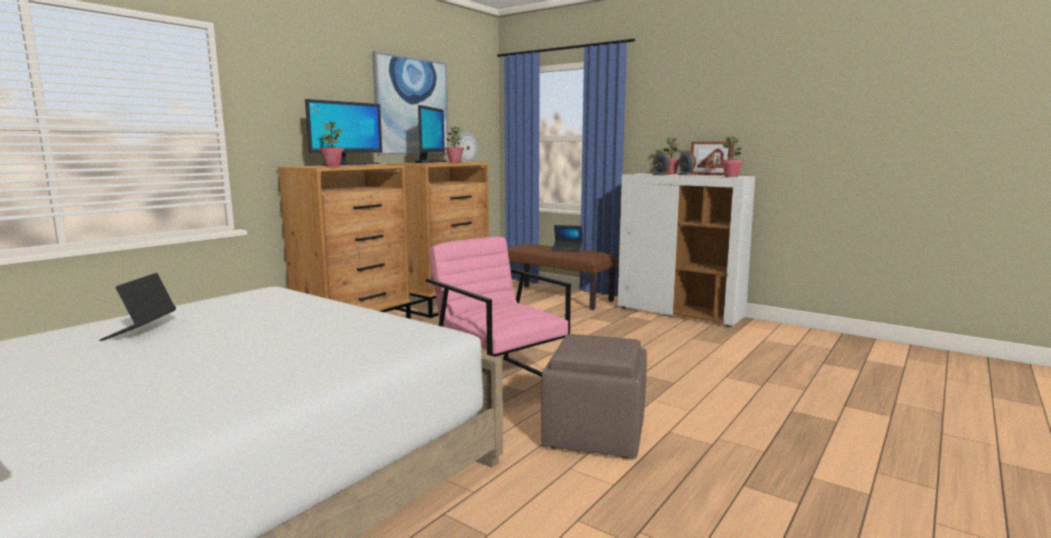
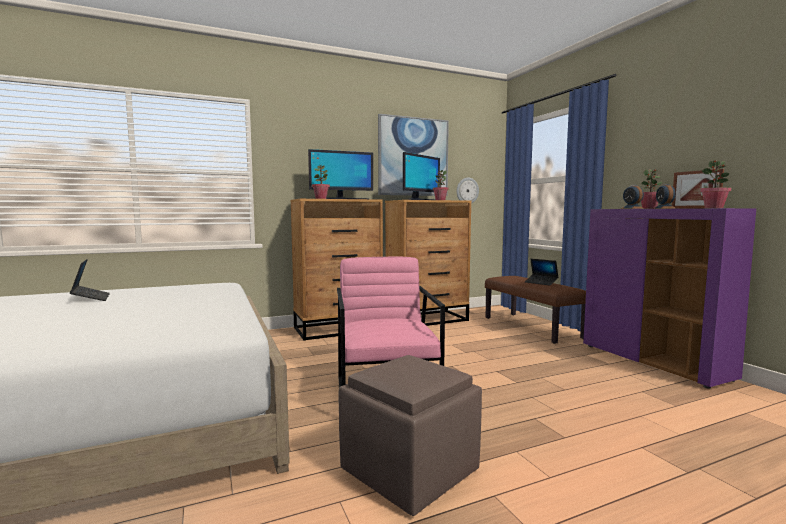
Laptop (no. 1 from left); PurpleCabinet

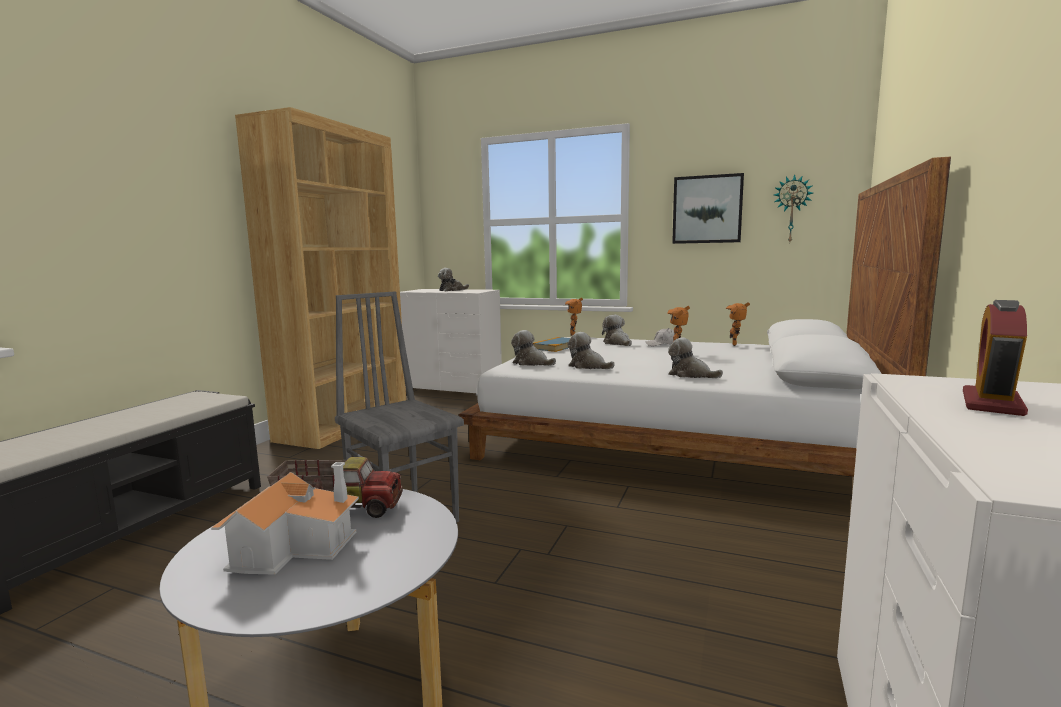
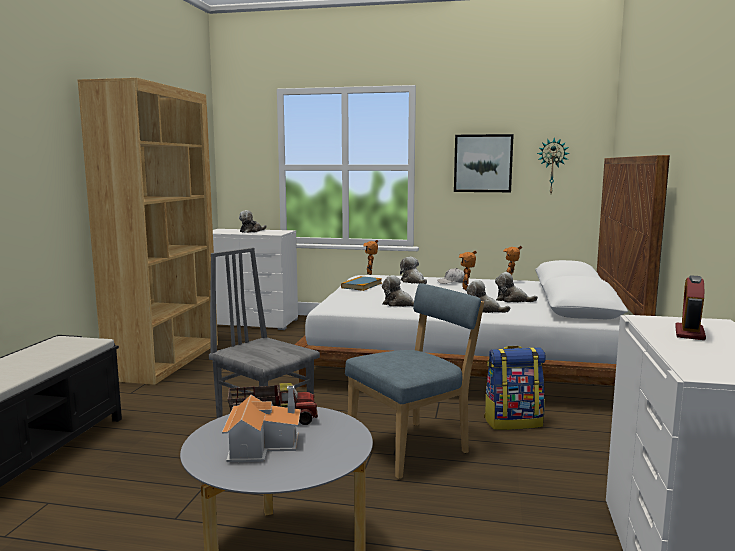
PlushToy (no. 5 from left); BlueChair; Backpack

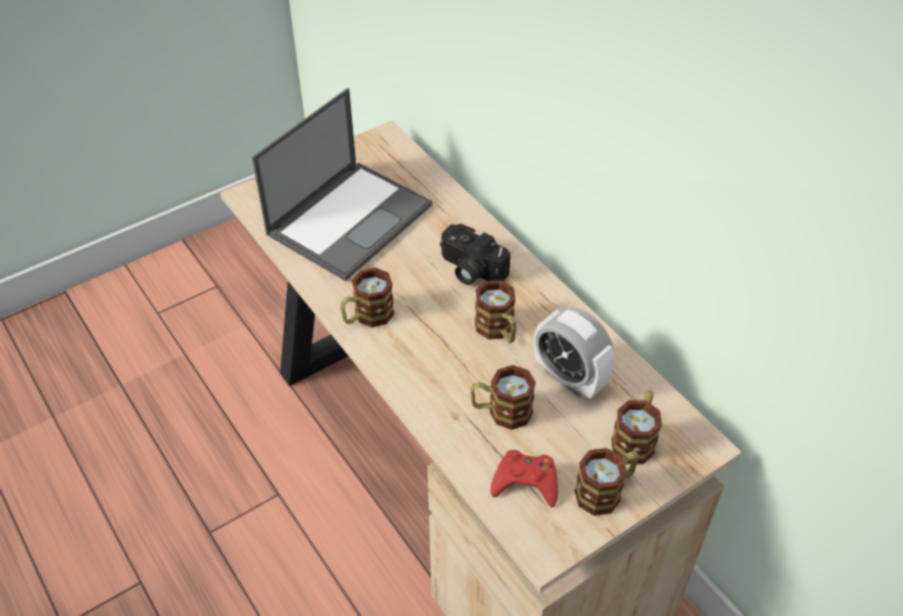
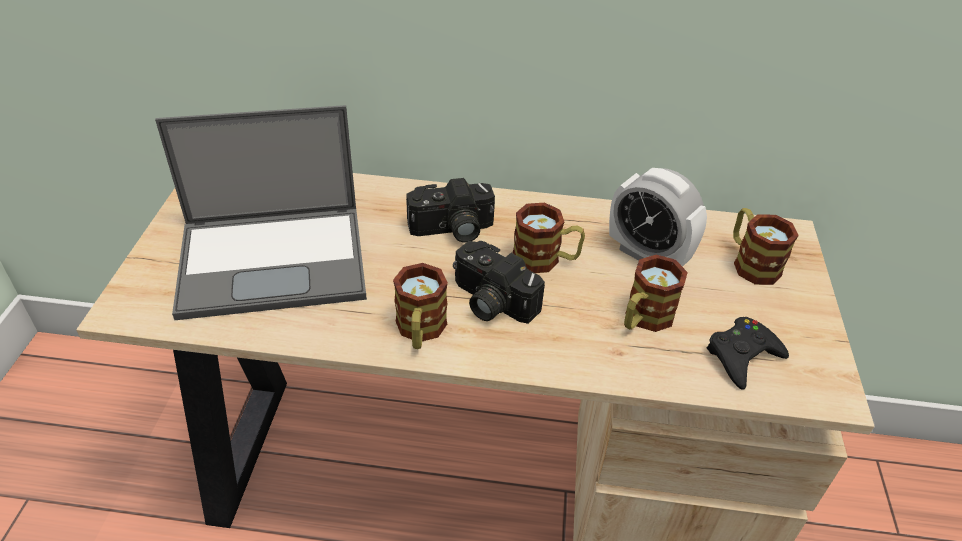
Laptop; BlackGameController; AlarmClock; Mug (no. 4 from left in the first image); PhotoCamera (no. 2 from left)

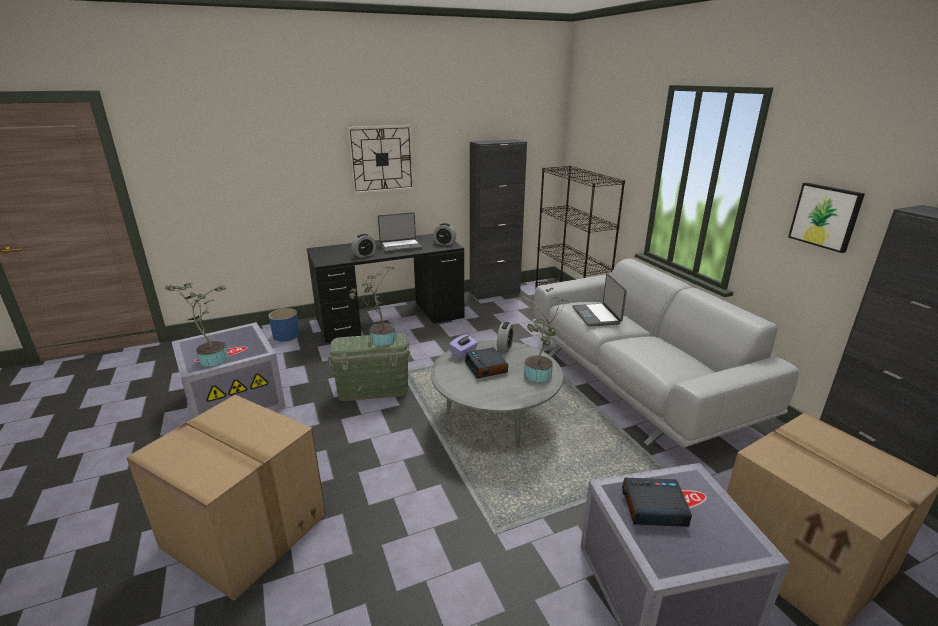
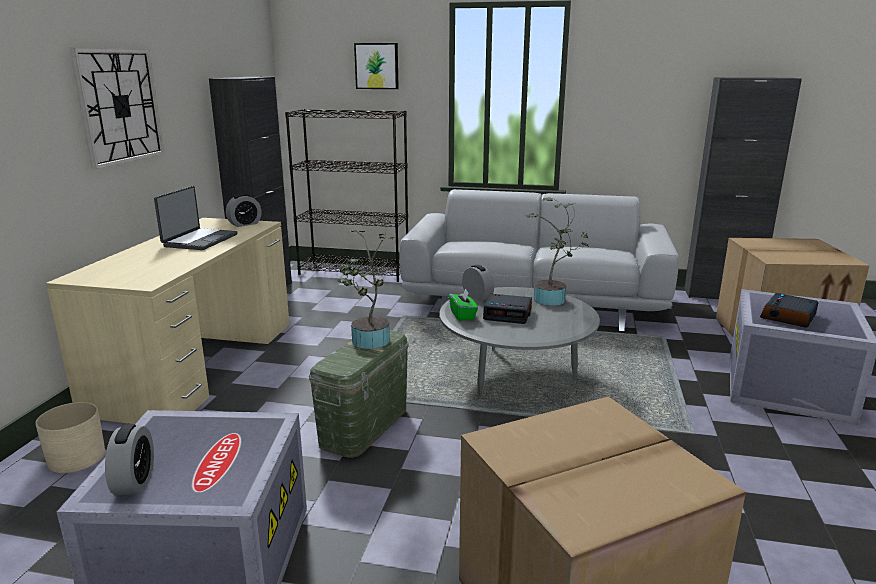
PottedPlant (no. 1 from left in the first image); BeigePlanter; BeigeDesk; AlarmClock (no. 1 from left); GreenTissueBox; Laptop (no. 2 from left in the first image); Picture

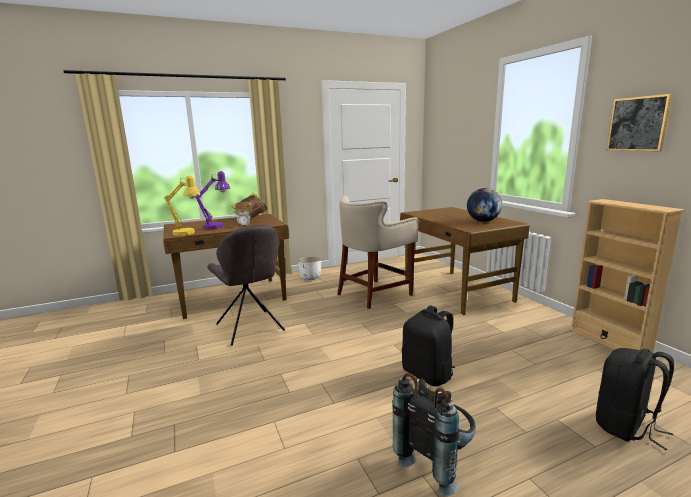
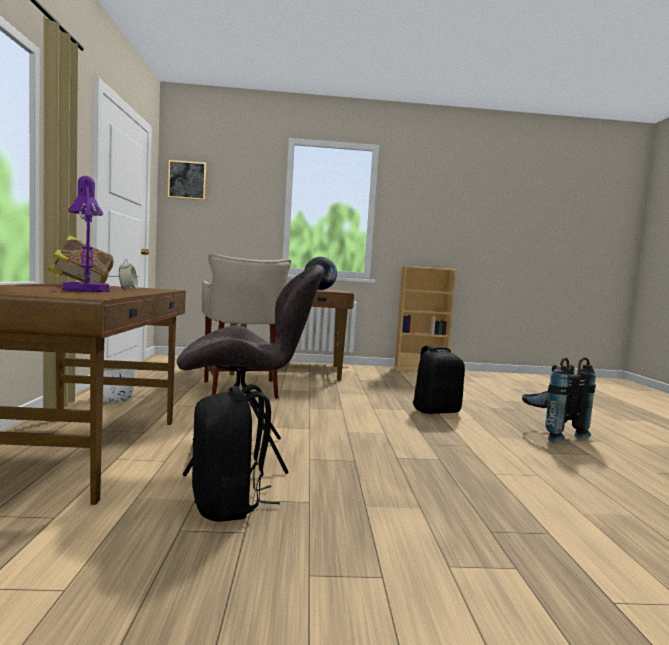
YellowTableLamp; BlackBackpack (no. 1 from left); Picture

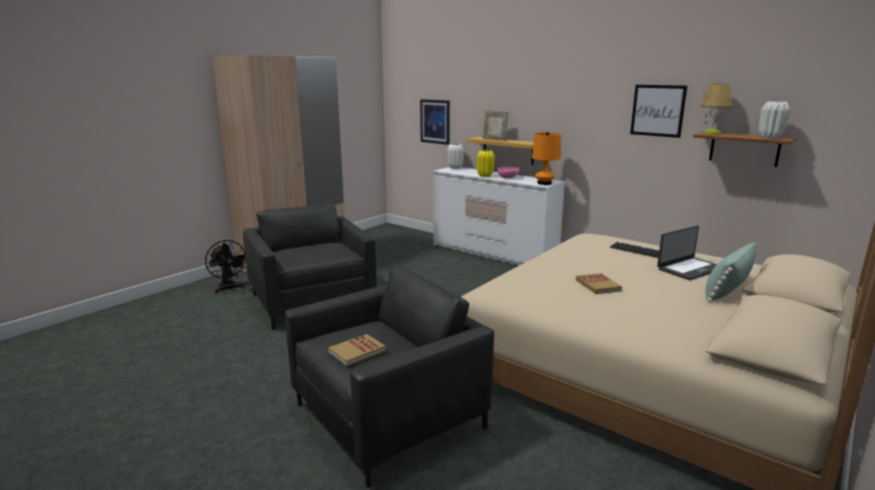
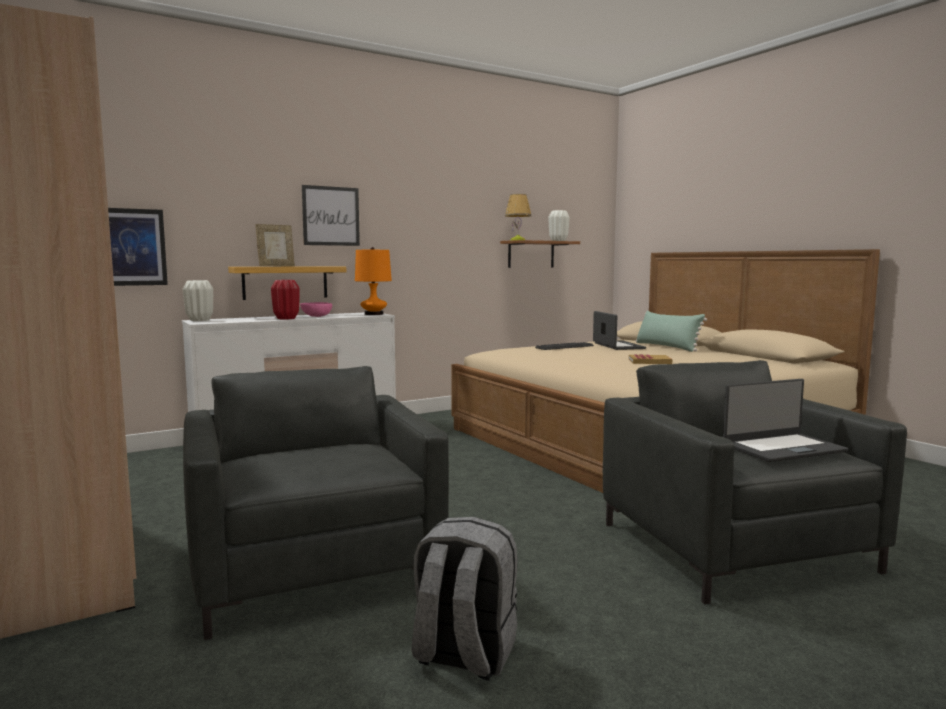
BlackFan; GreyArmchair (no. 1 from left); Laptop (no. 2 from left); RedVase; Picture (no. 2 from left); GreyBackpack

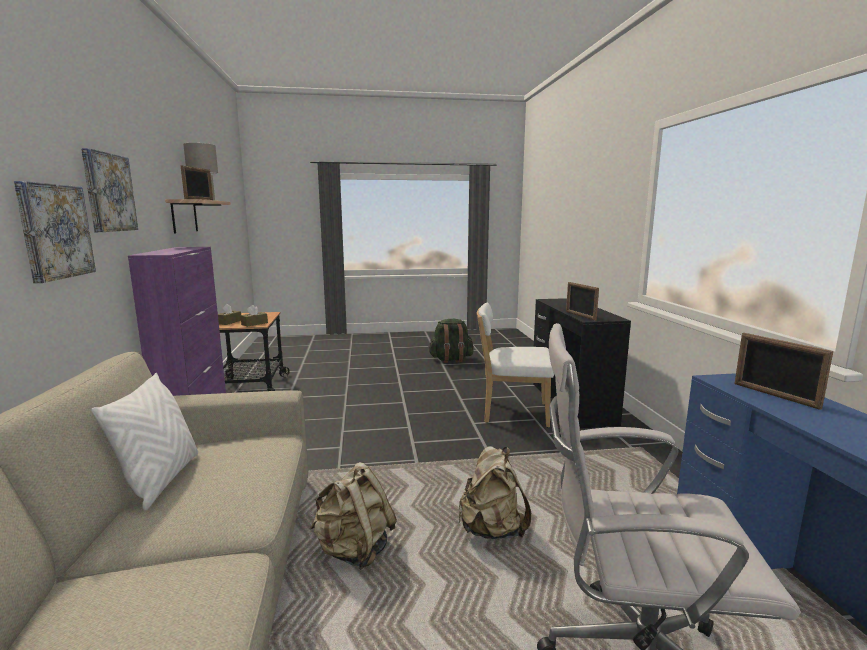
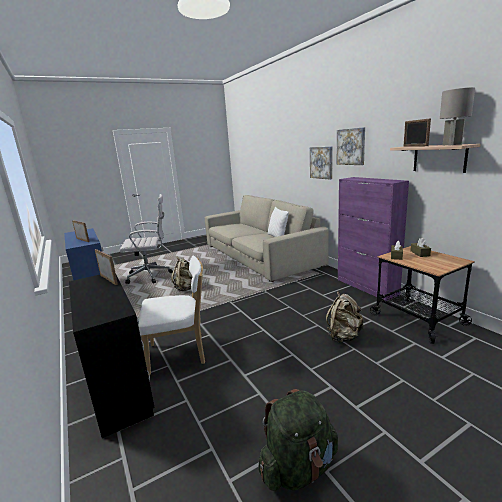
BeigeBackpack (no. 2 from left)

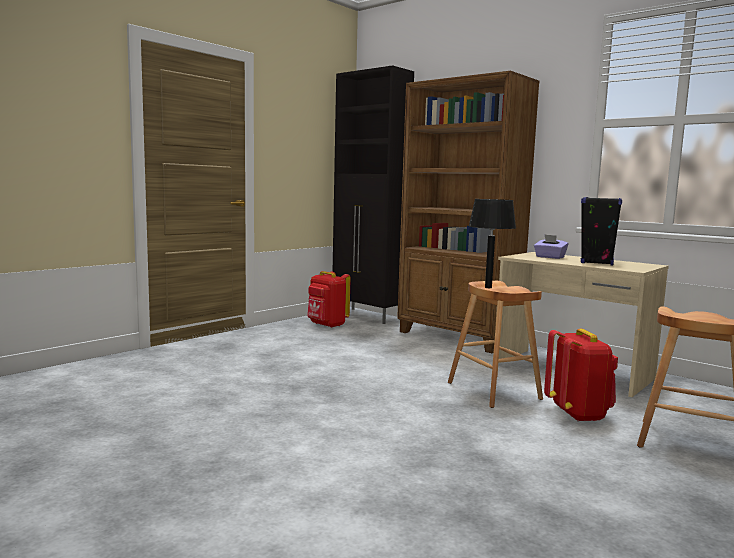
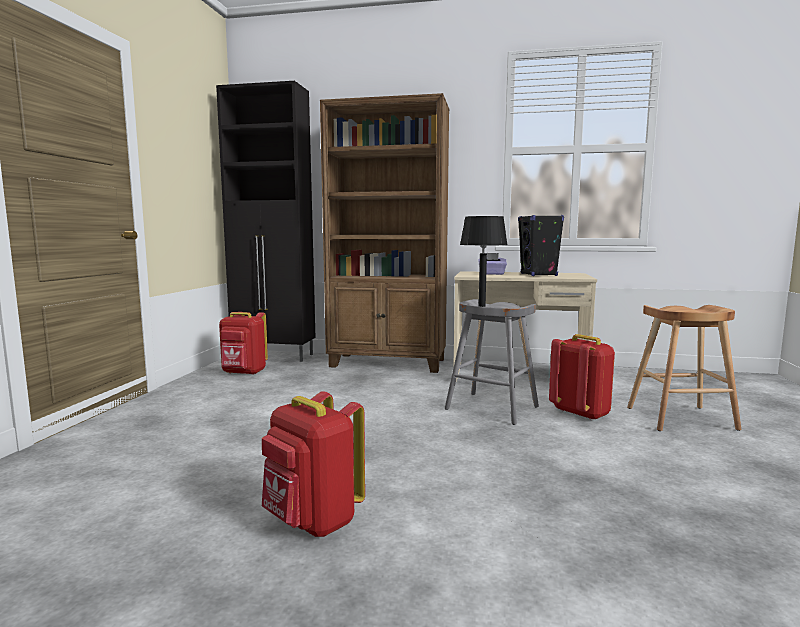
GreyStool; RedBackpack (no. 2 from left)

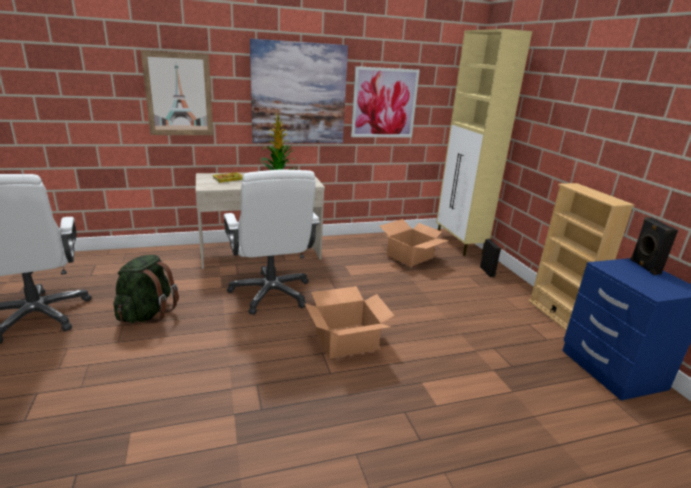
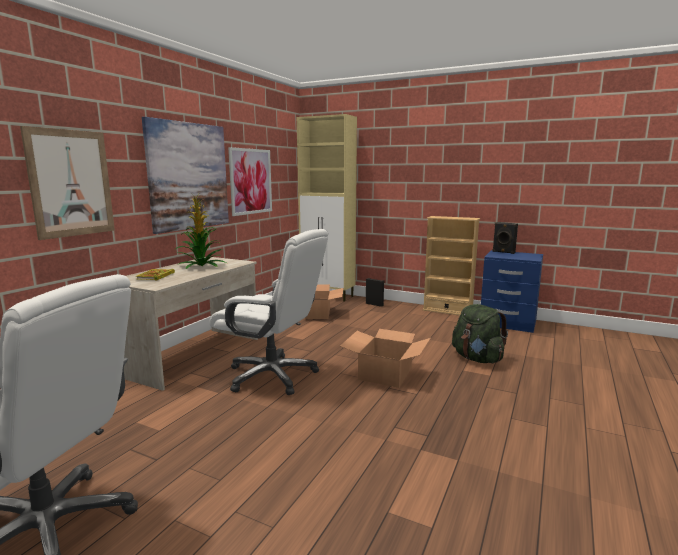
GreenBackpack

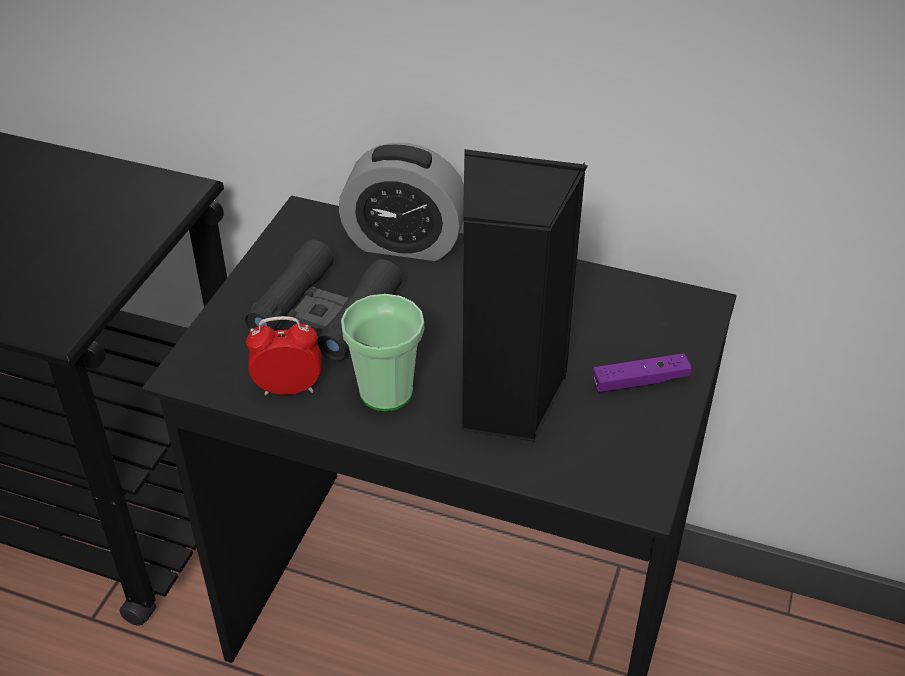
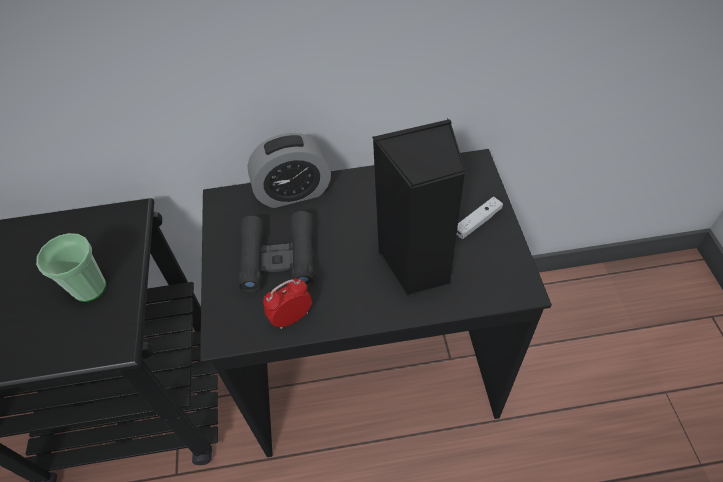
Cup; WhiteGameController

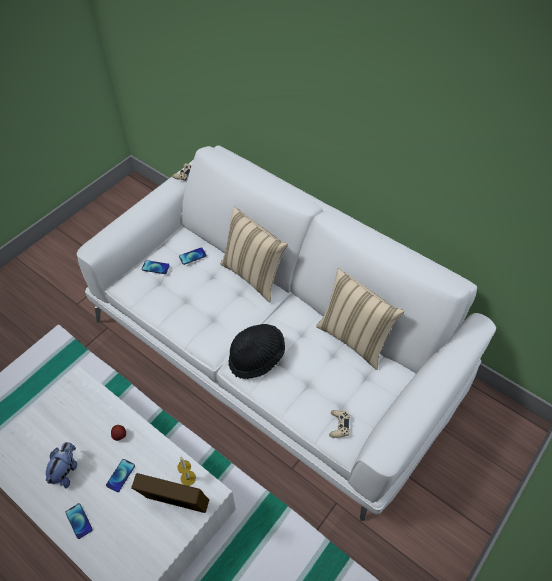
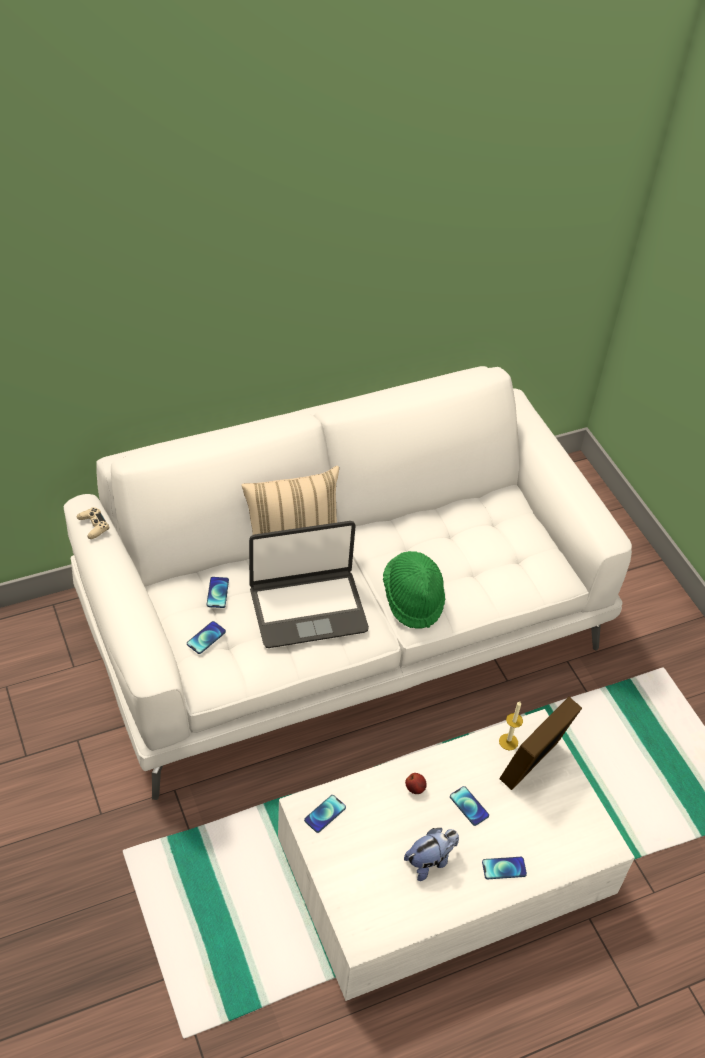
PlushToy; GreenHat; BeigePillow (no. 2 from left in the first image); BeigeGameController (no. 2 from left in the first image); Laptop; Phone (no. 3 from left)

